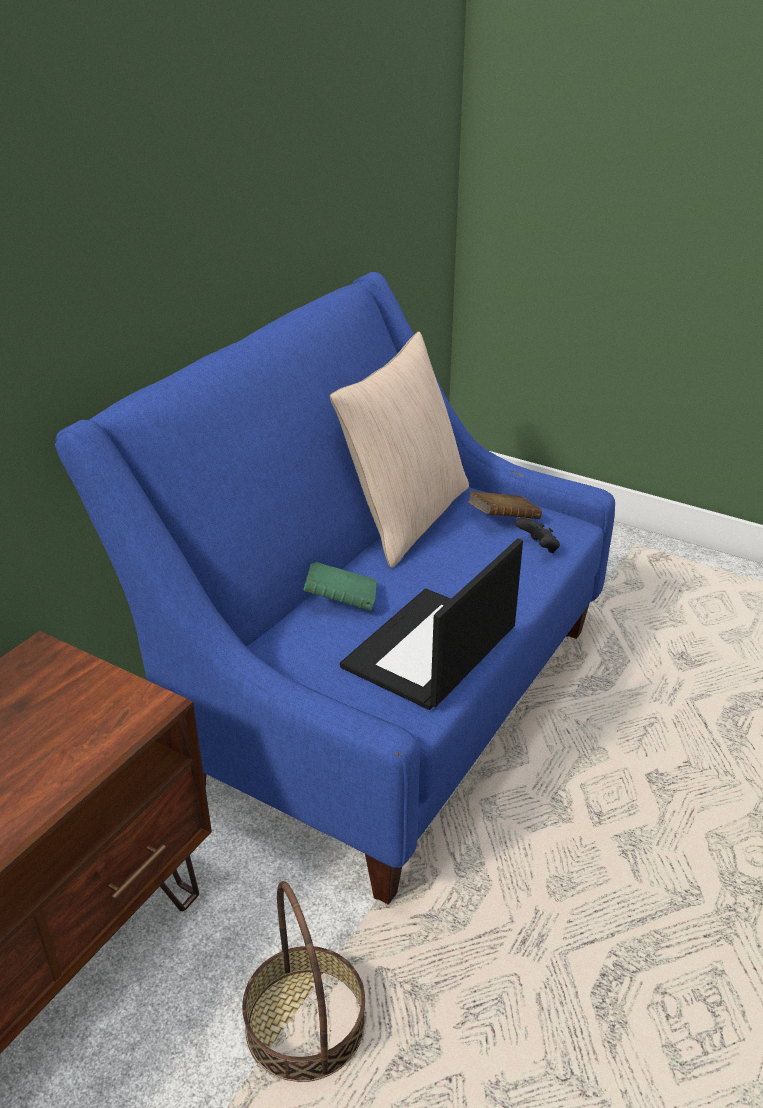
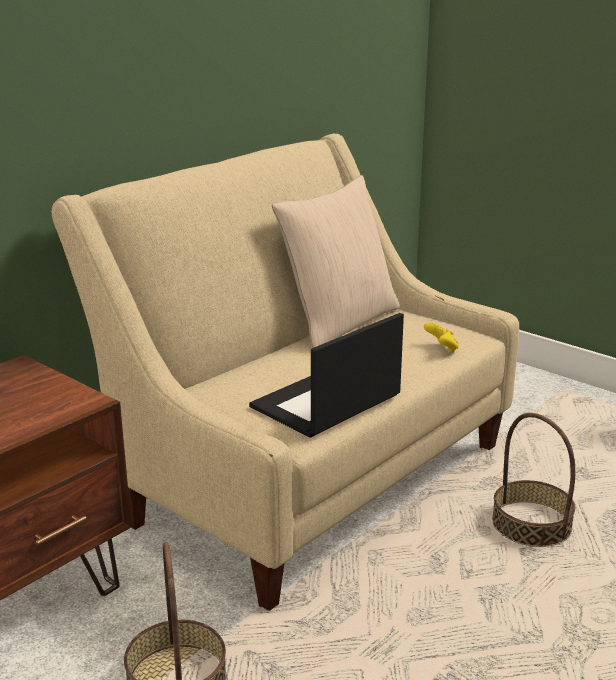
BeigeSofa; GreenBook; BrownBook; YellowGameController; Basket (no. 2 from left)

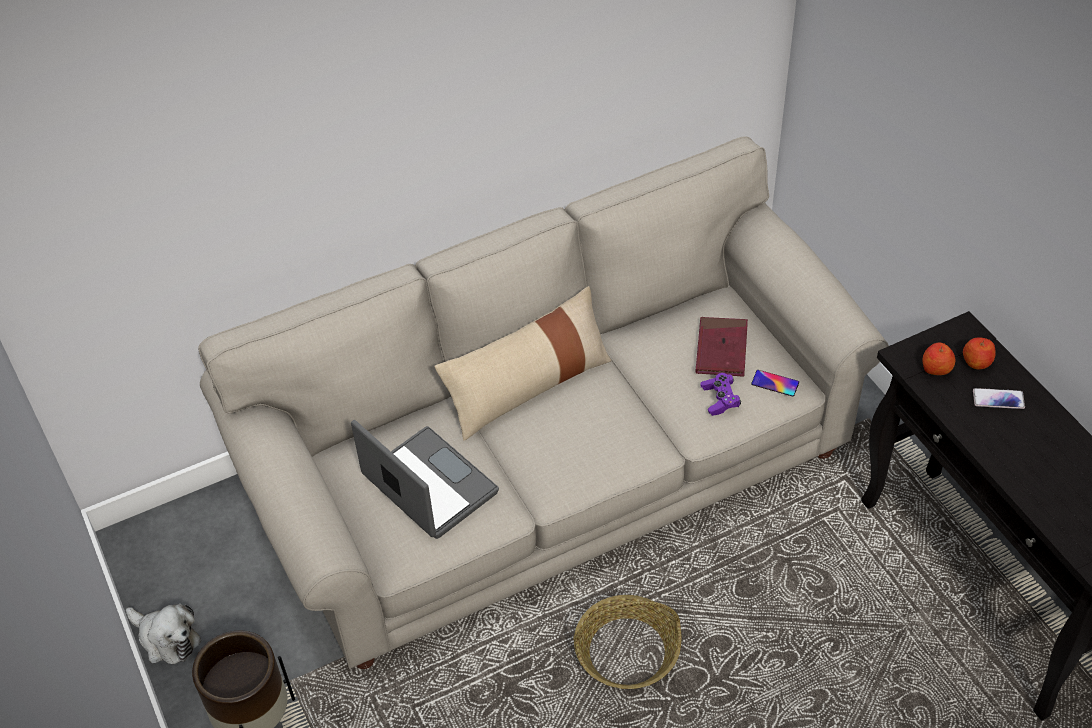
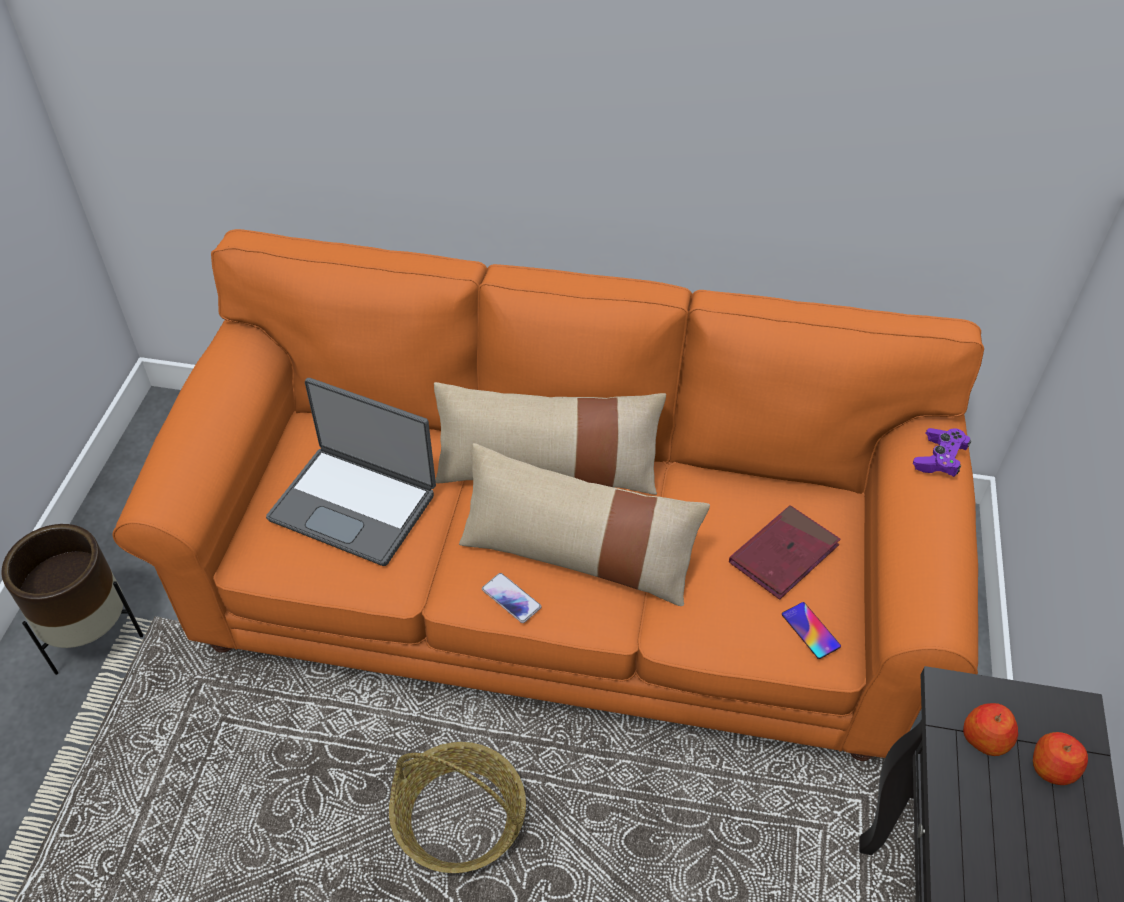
PlushToy; OrangeSofa; Laptop; PurpleGameController; Phone (no. 1 from left); BeigePillow (no. 2 from left)

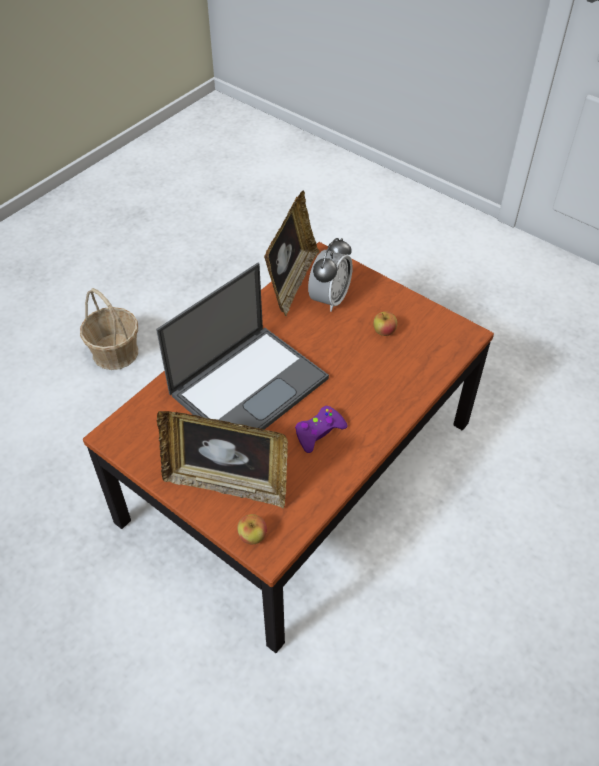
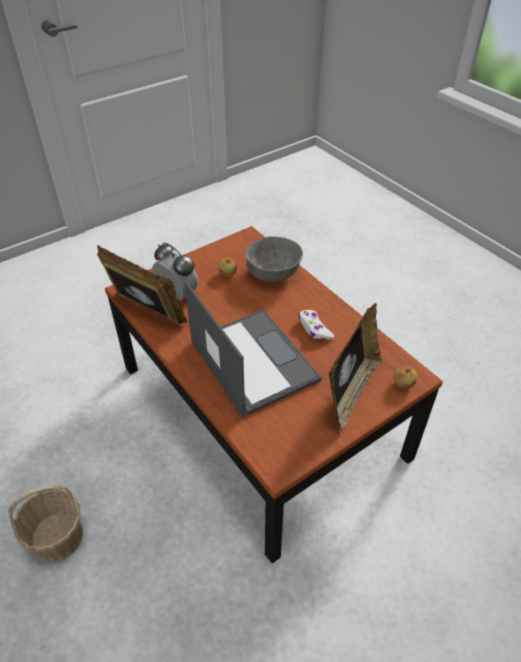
WhiteGameController; GreyBowl

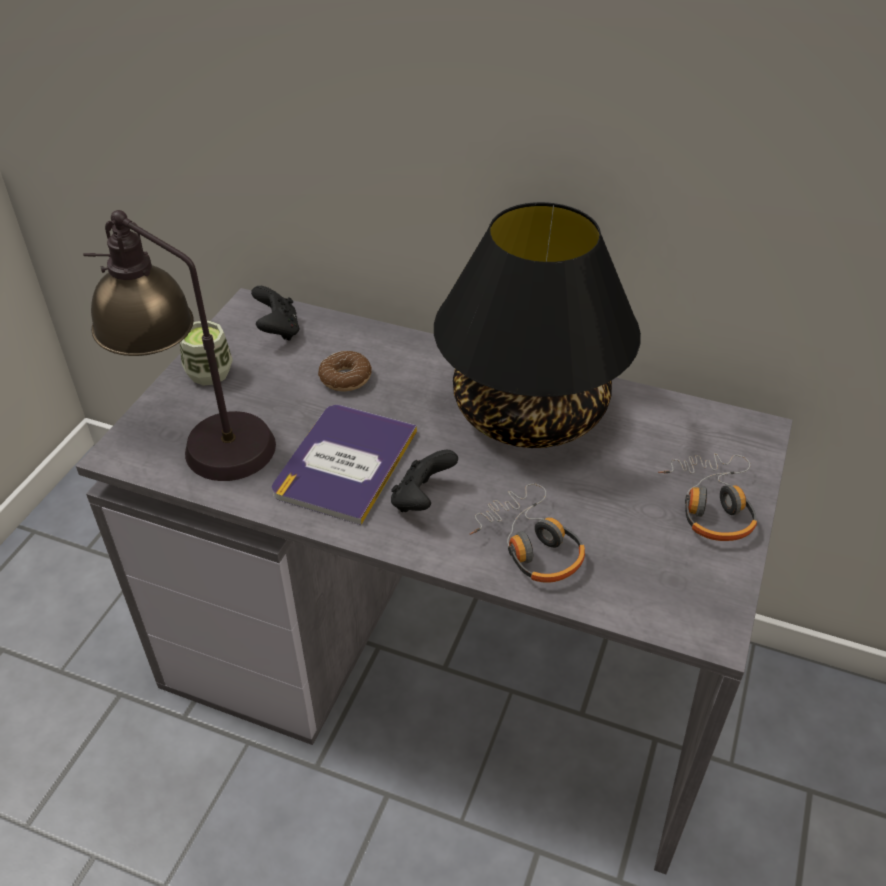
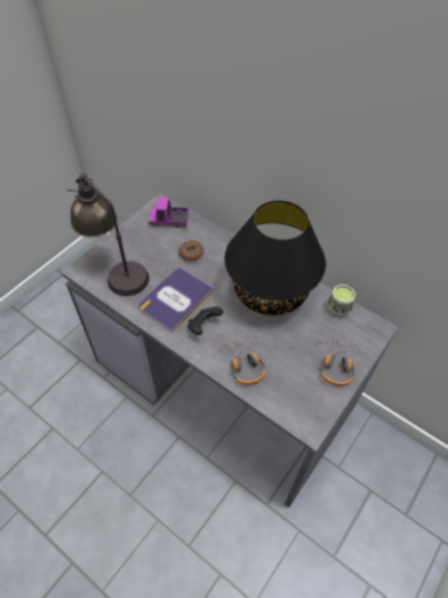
Cup; ToyTruck

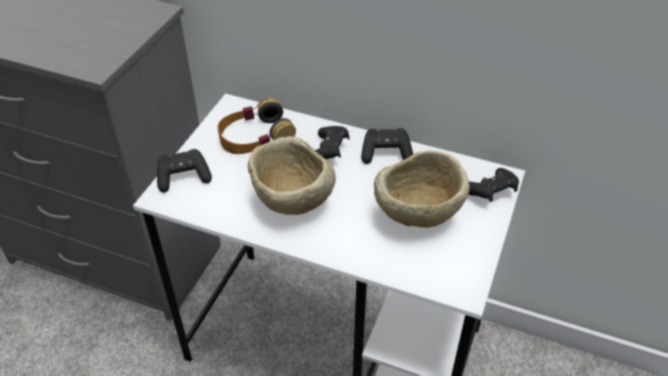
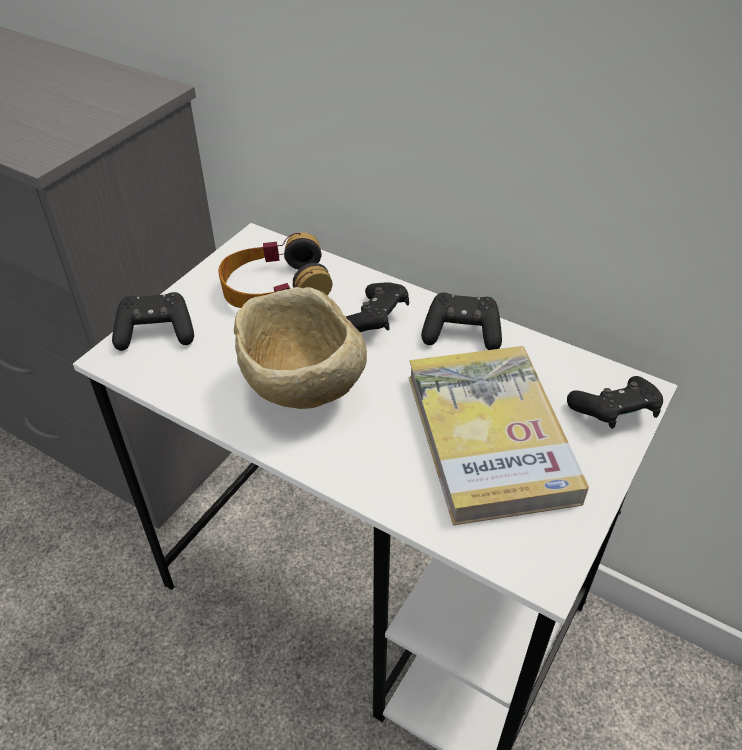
Book

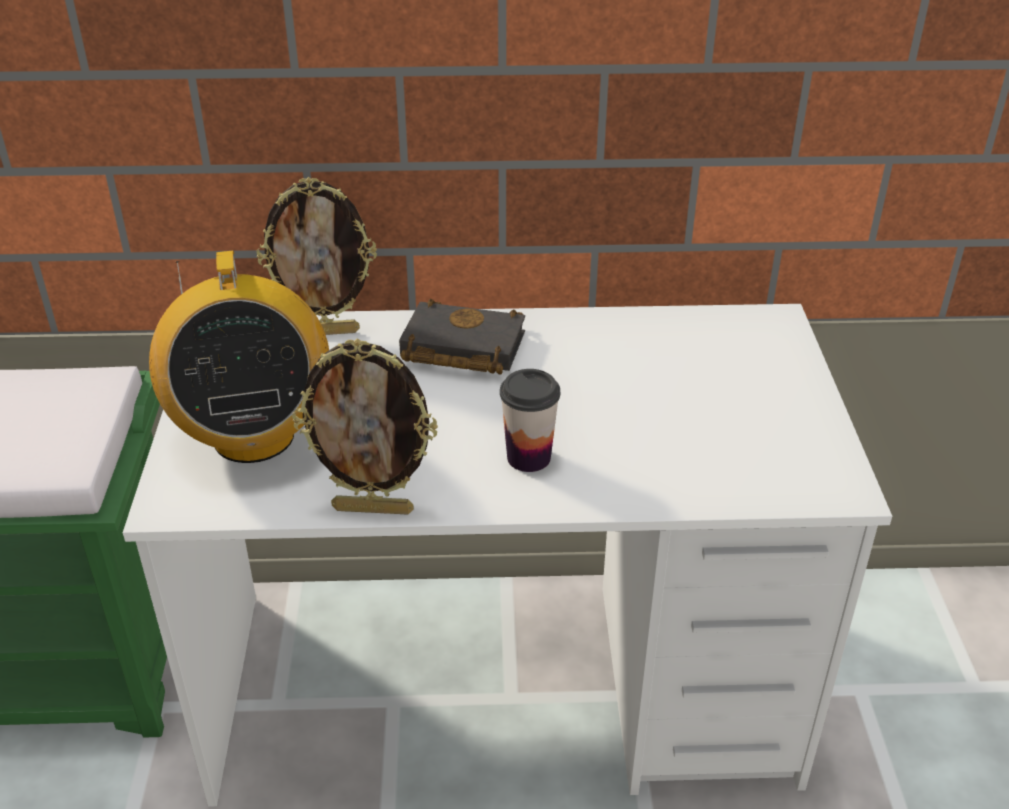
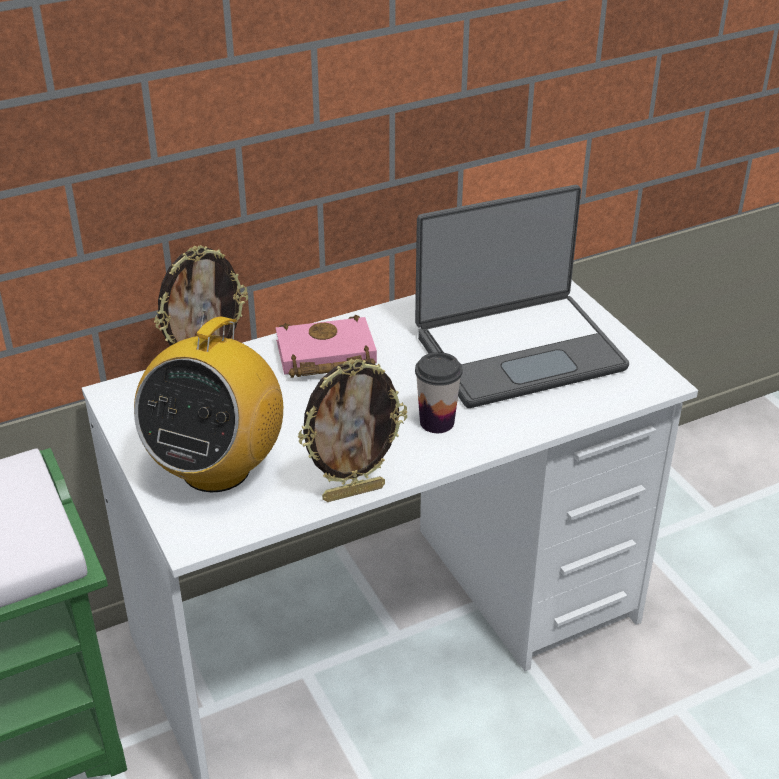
Radio; PinkBook; Laptop

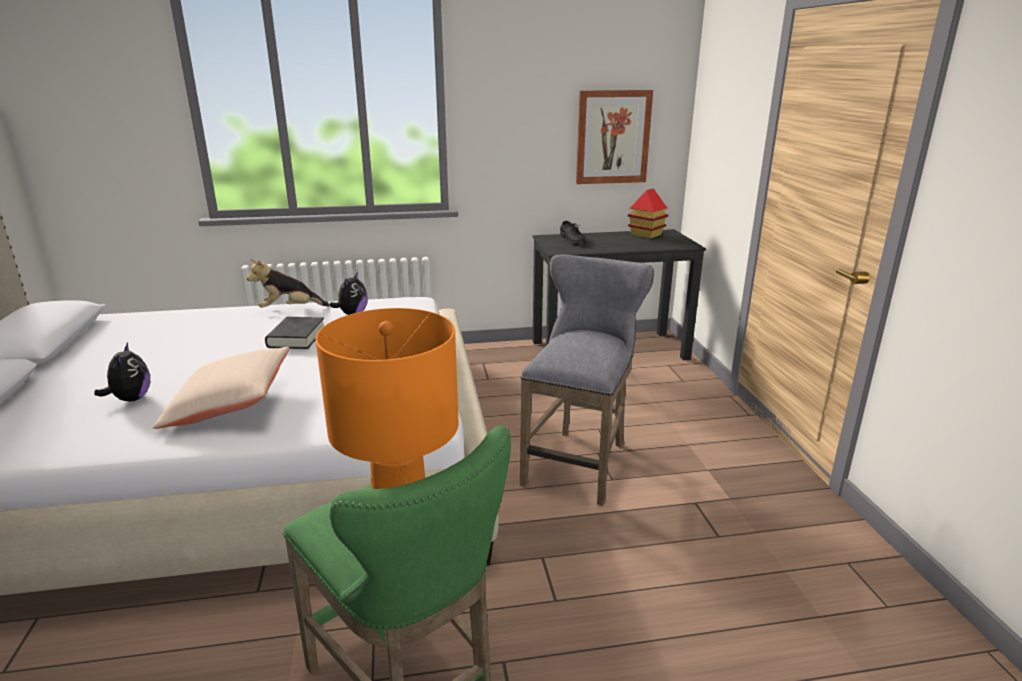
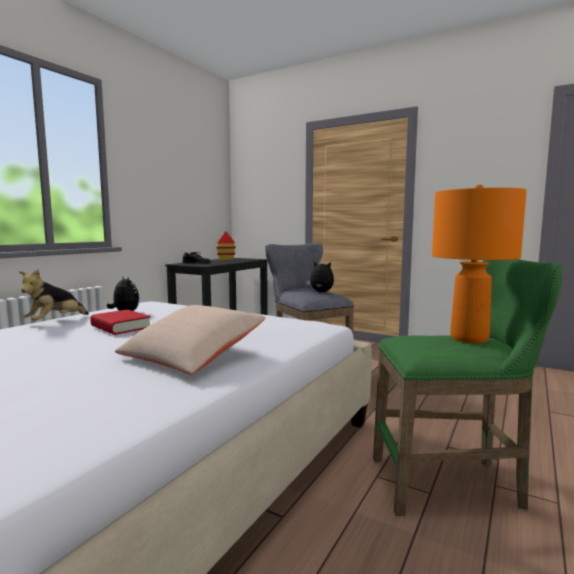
PlushToy (no. 3 from left); RedBook; Picture

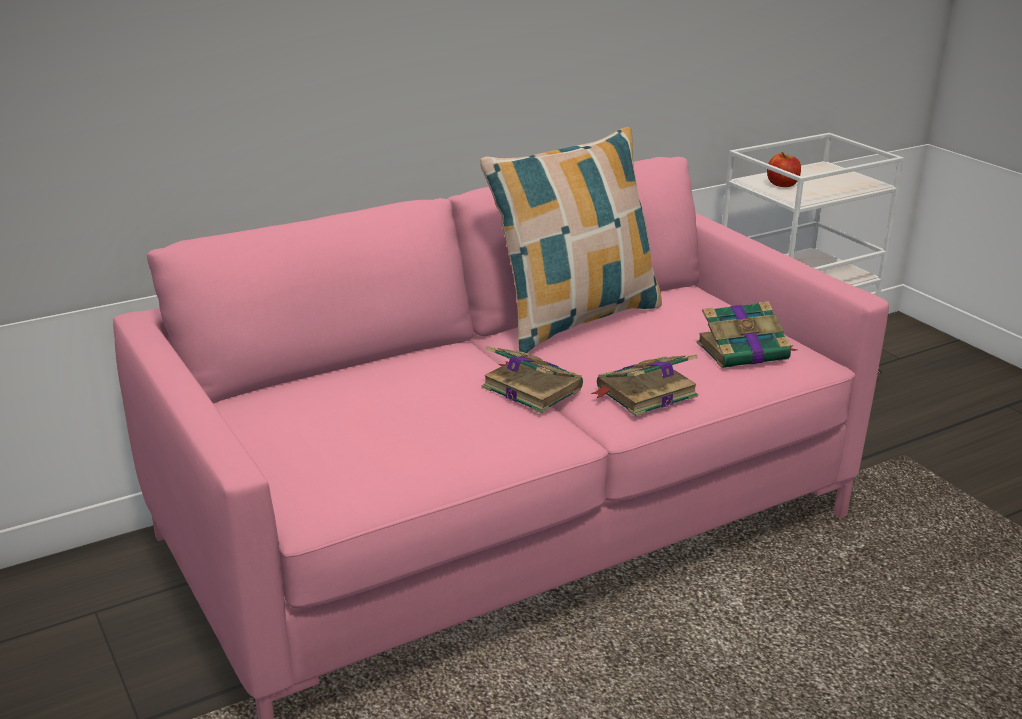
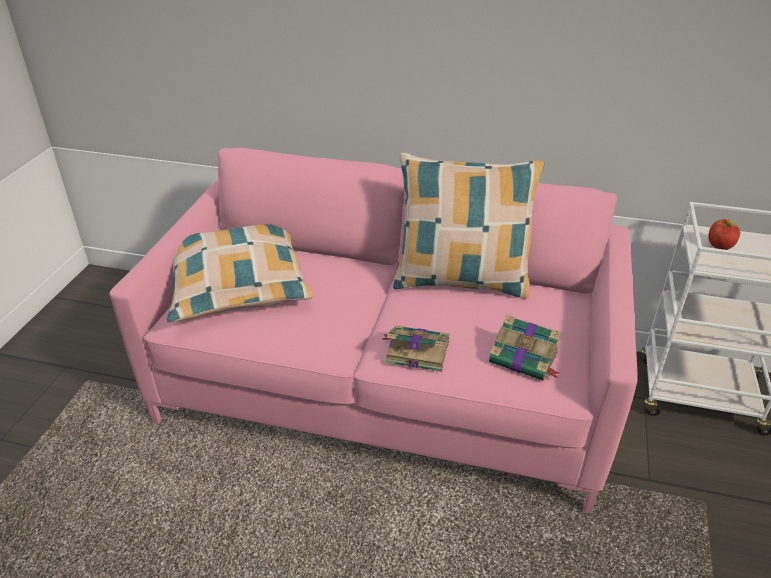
Book (no. 1 from left in the first image); Pillow (no. 1 from left)

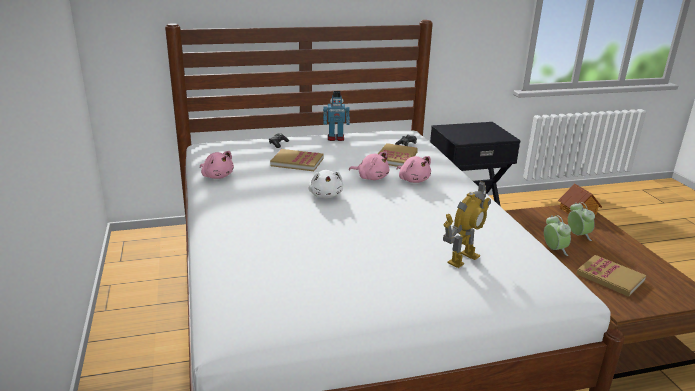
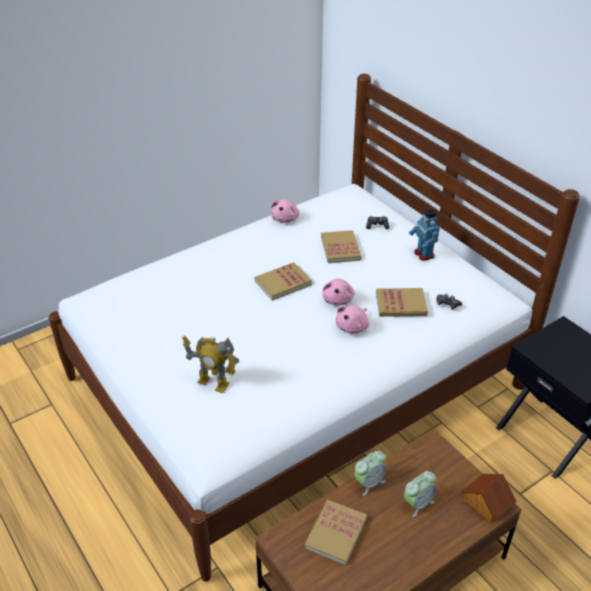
Book (no. 1 from left)

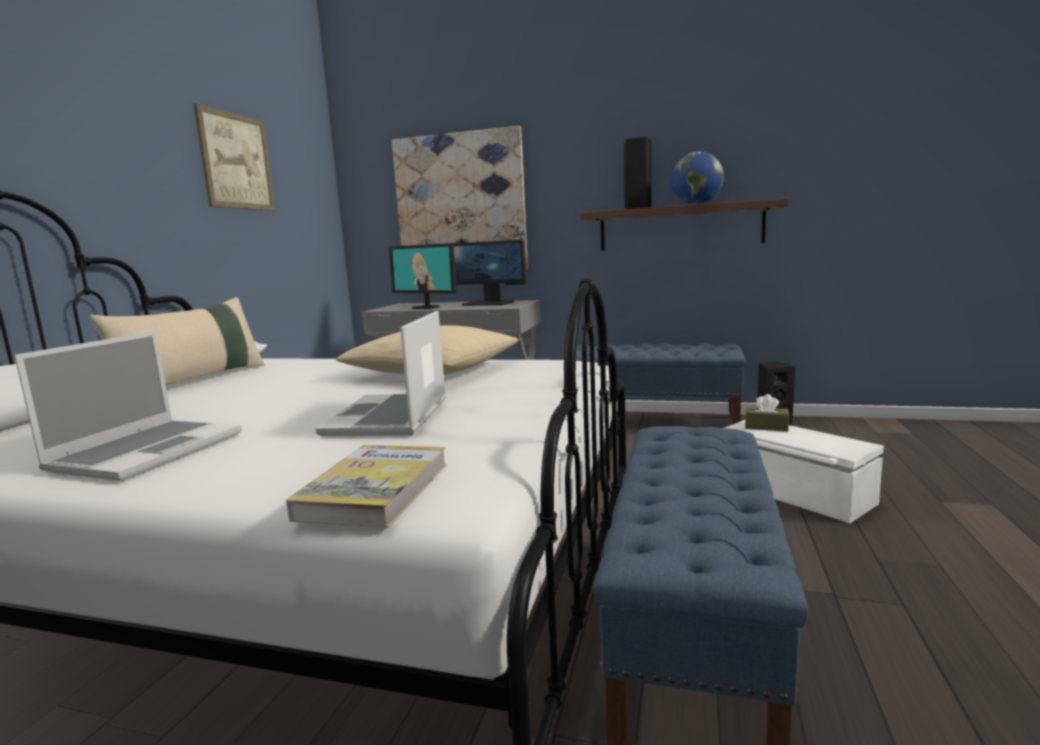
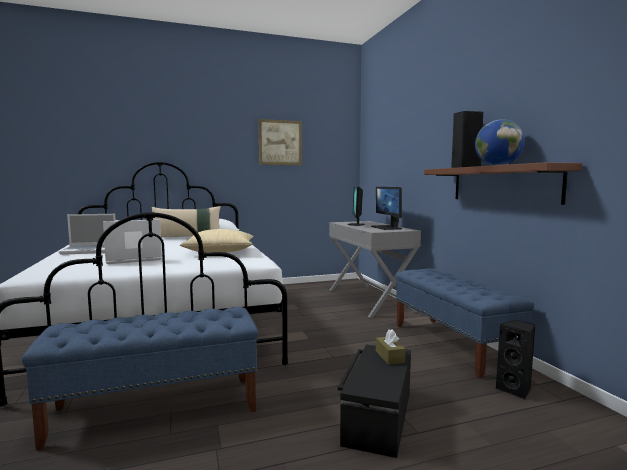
Book; Picture (no. 2 from left in the first image); BlackStorageBox

